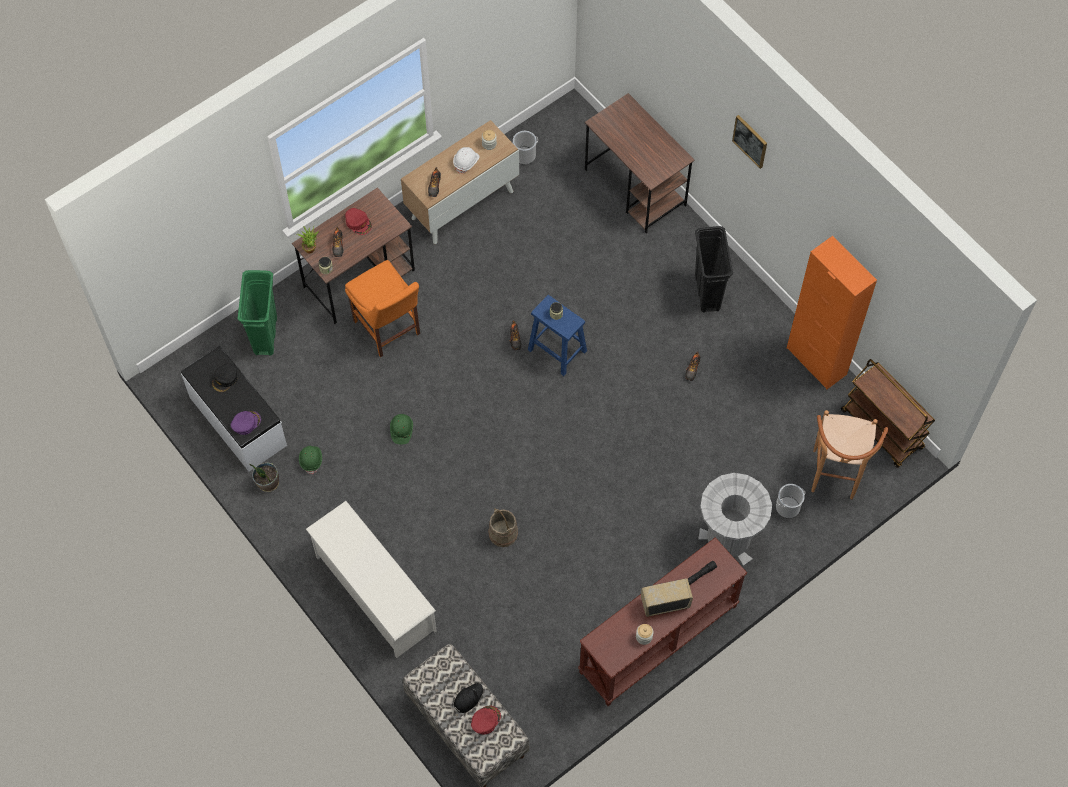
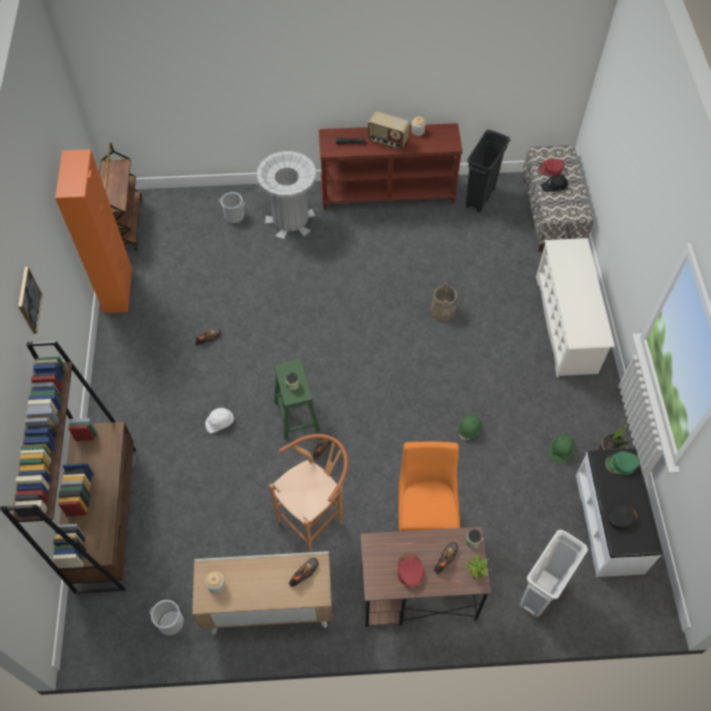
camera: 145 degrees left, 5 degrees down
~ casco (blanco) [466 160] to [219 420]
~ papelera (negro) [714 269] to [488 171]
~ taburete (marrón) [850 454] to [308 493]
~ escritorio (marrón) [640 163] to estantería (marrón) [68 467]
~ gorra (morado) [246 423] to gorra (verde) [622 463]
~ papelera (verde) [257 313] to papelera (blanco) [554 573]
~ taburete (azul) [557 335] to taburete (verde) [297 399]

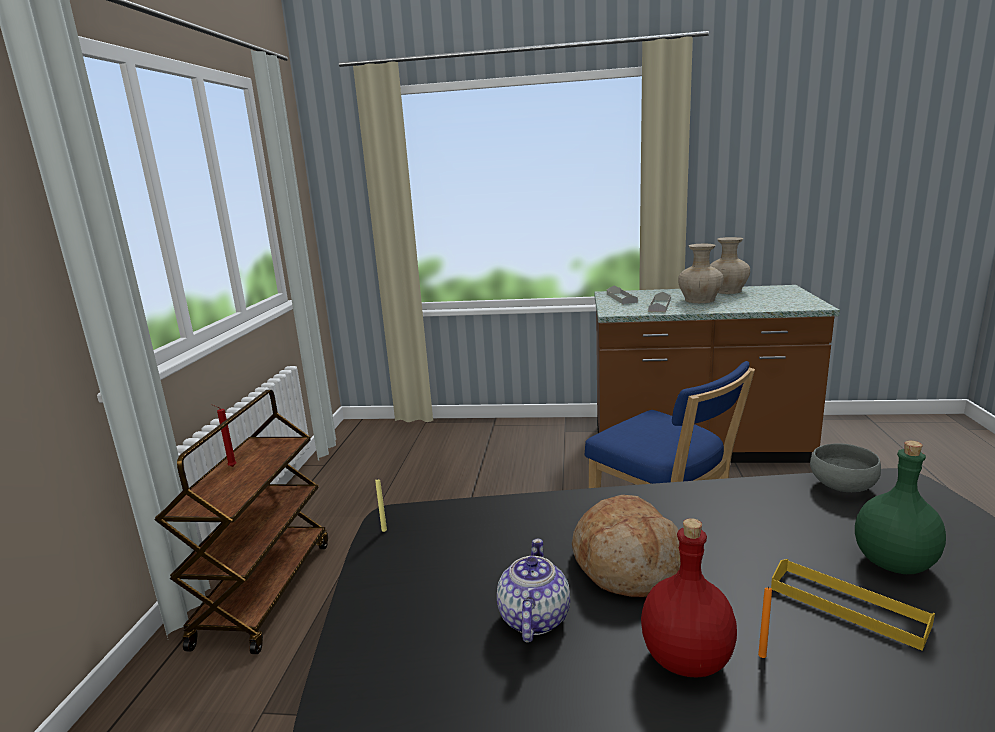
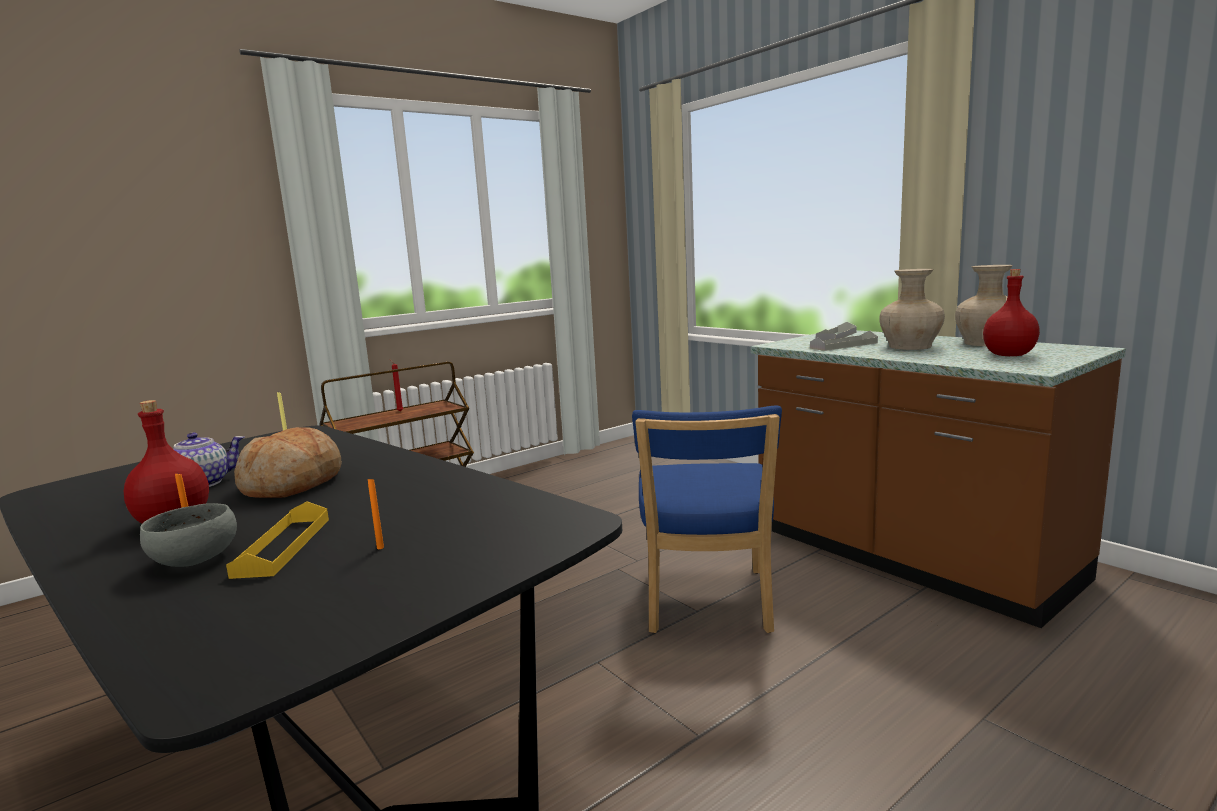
camera: 45 degrees right, 5 degrees down
+ botella (rojo) [1011 312]
~ cuenco (gris) [845 467] to [188 535]
~ botella (verde) [900 507] to vela (naranja) [376 513]

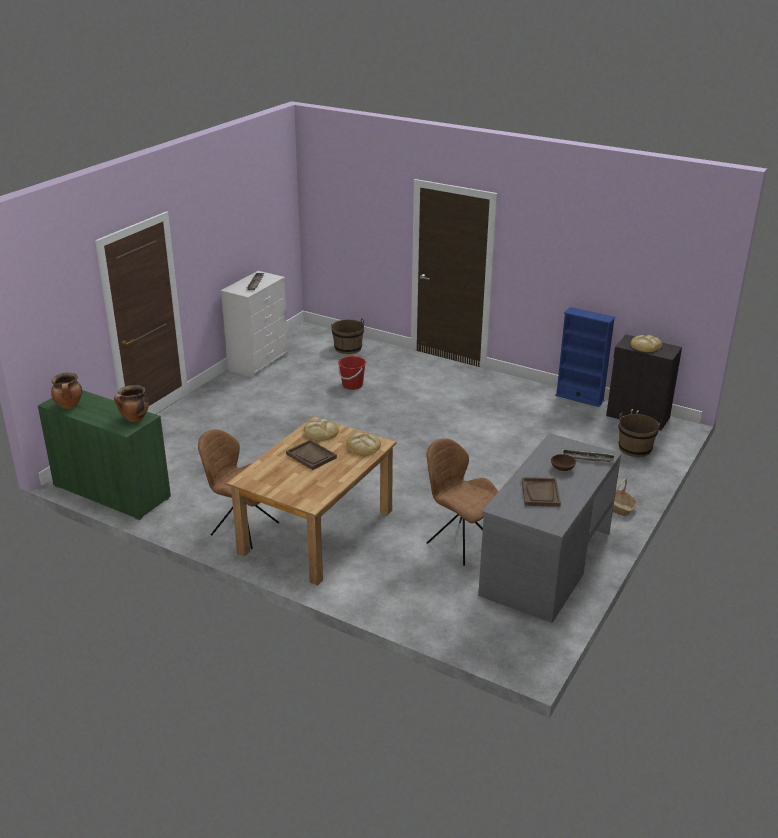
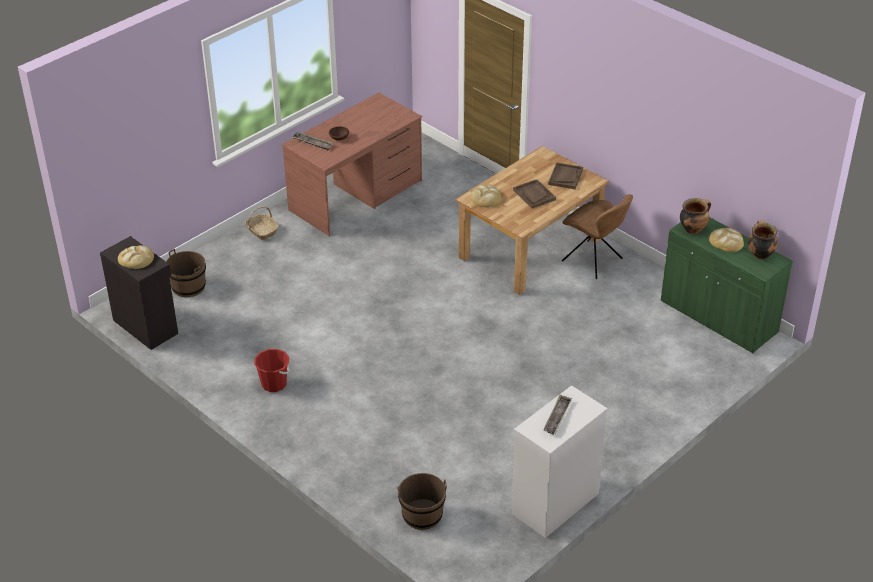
camera: 165 degrees left, 10 degrees up
- silla (marrón) [462 502]
- estantería (azul) [585 357]
~ pan [321 430] to [726 240]
~ cubo (rojo) [352 373] to [272 370]
~ bandeja (marrón) [541 492] to [565 176]
~ escritorio (gris) [550 528] to escritorio (marrón) [352 164]

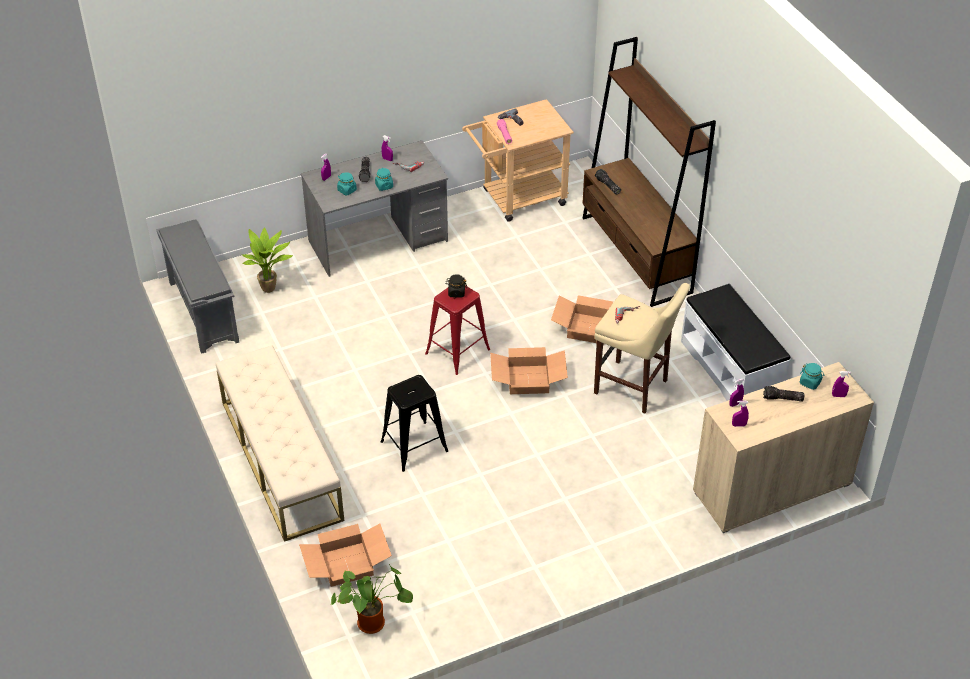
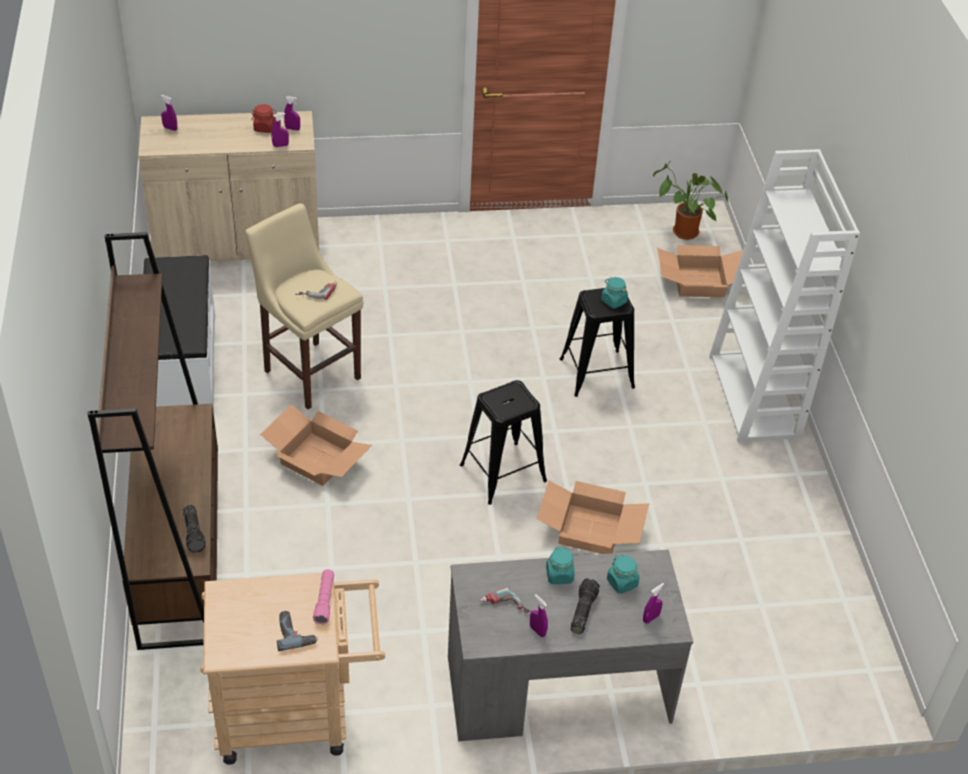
camera: 165 degrees left, 0 degrees up
- zapatero (gris) [197 286]
- planta en maceta [267 260]
- tarro (negro) [456 286]
- linterna [783 394]
+ tarro (rojo) [264 118]
~ caja de cartón [529 370] to [593 517]
~ tarro (turquesa) [812 376] to [614 292]
~ banco (beis) [280 443] to estantería (blanco) [784 295]
~ taburete (rojo) [457 330] to taburete (negro) [503 442]

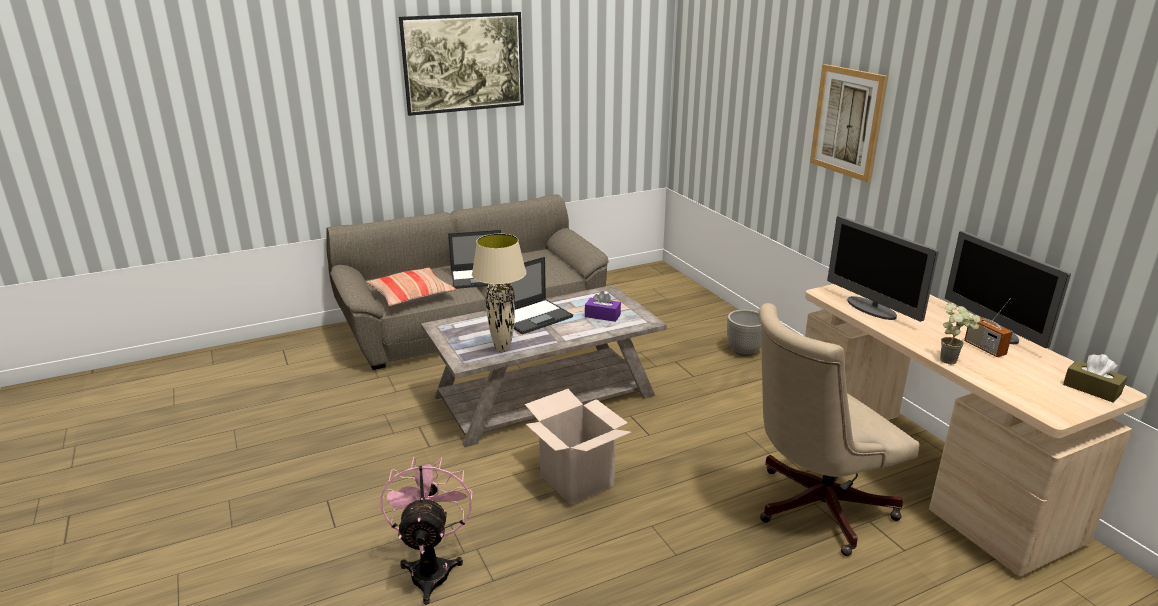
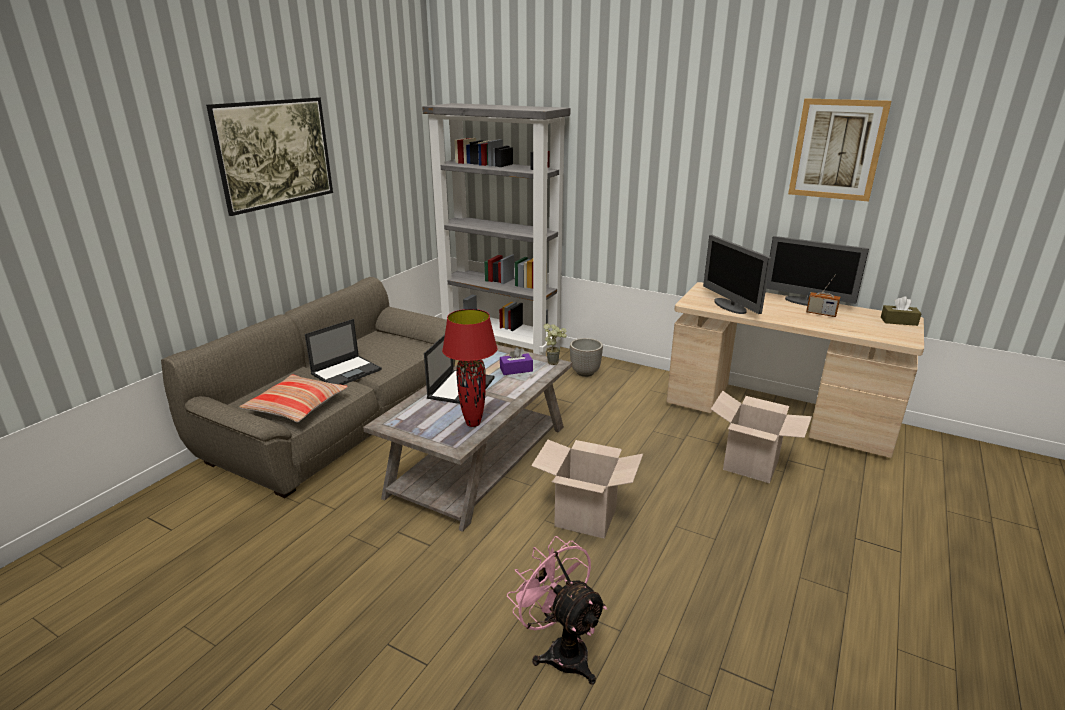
camera: 35 degrees left, 0 degrees up
+ estantería (gris) [496 229]
~ cuadro [849 123] to [839 149]
~ planta en maceta [960 333] to [555 344]
~ silla de oficina (beis) [838 429] to caja de cartón [761 437]
~ lámpara de mesa (beis) [499 293] to lámpara de mesa (rojo) [469 368]
~ monitor [883 269] = [737 274] 45 degrees clockwise

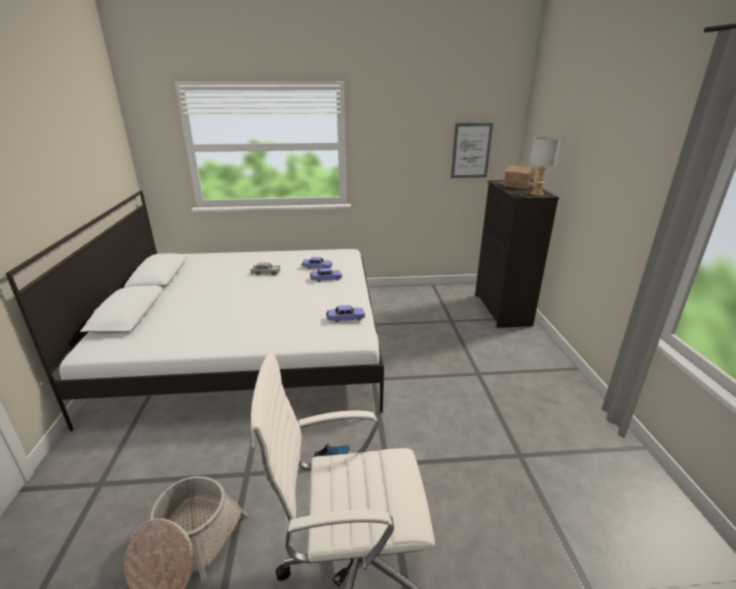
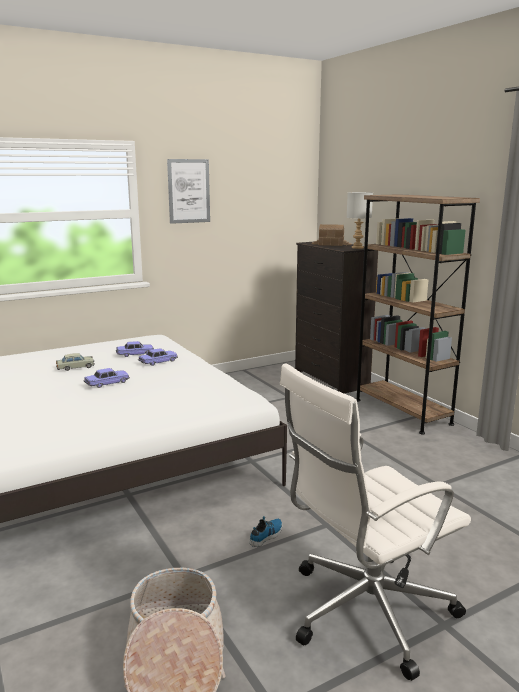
camera: 25 degrees left, 10 degrees down
+ estantería (marrón) [418 314]
~ coche de juguete [345 314] to [107 378]
~ cuadro [472 150] to [188 191]

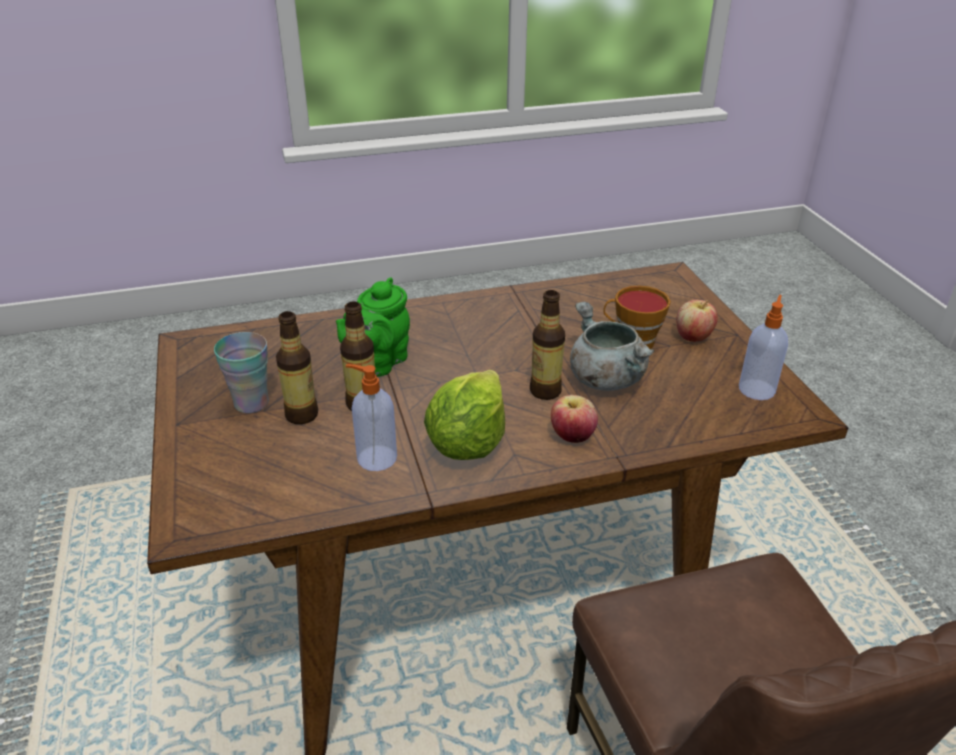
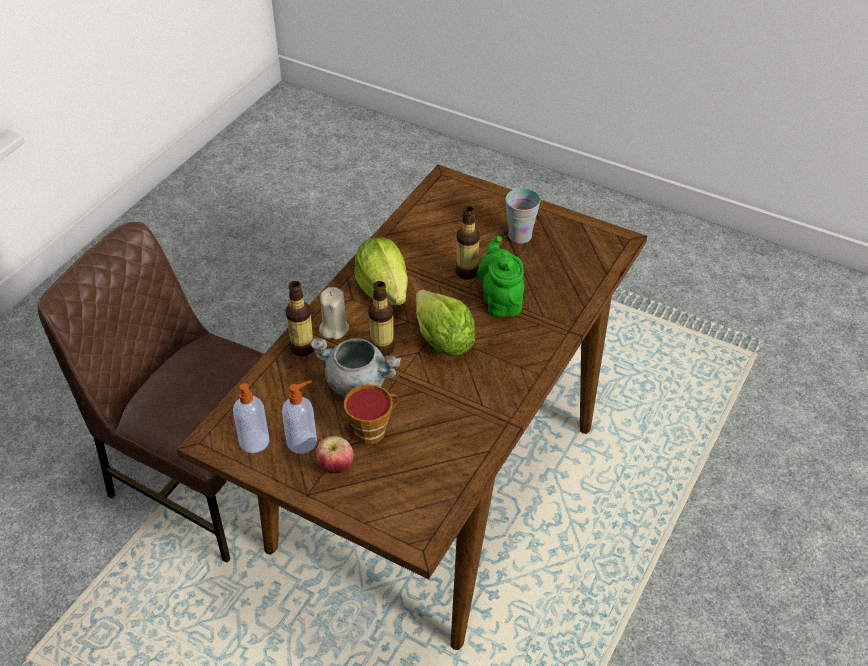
camera: 135 degrees right, 10 degrees up
+ lechuga [445 322]
~ botella [297 367] to [300 318]
~ dispensador de jabón [371 417] to [299 417]
~ manzana [574 419] to vela (beis) [334 313]

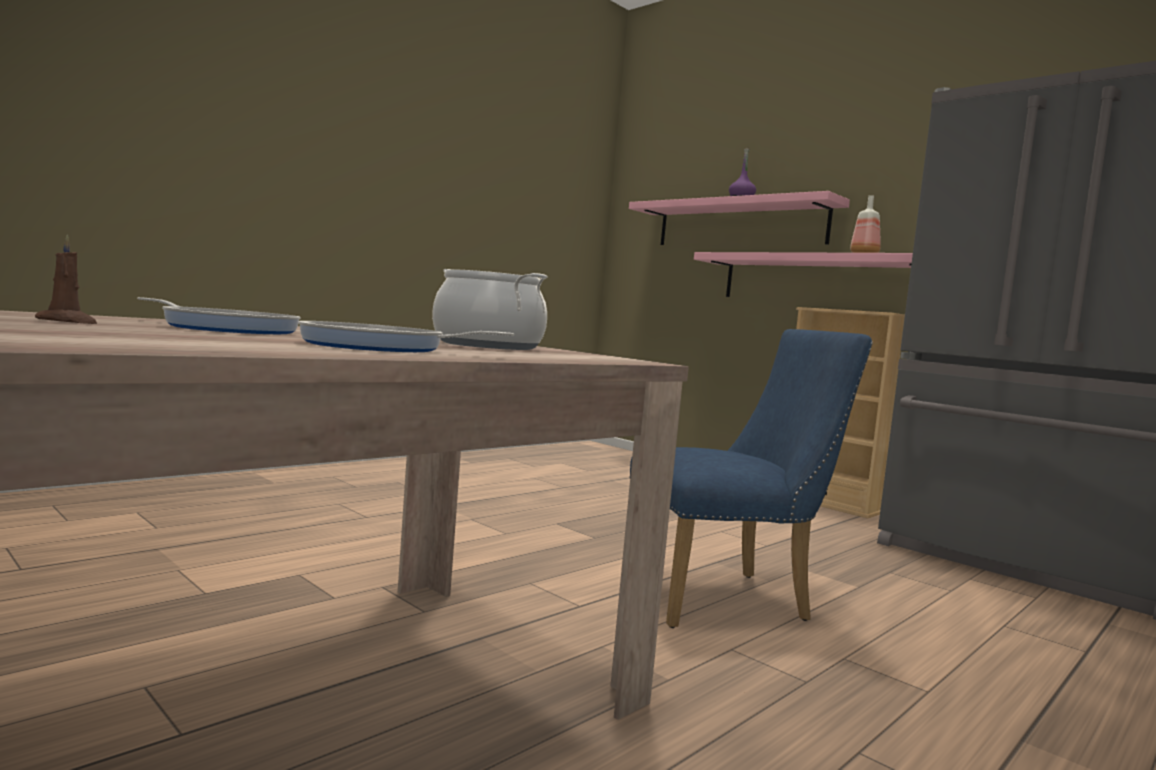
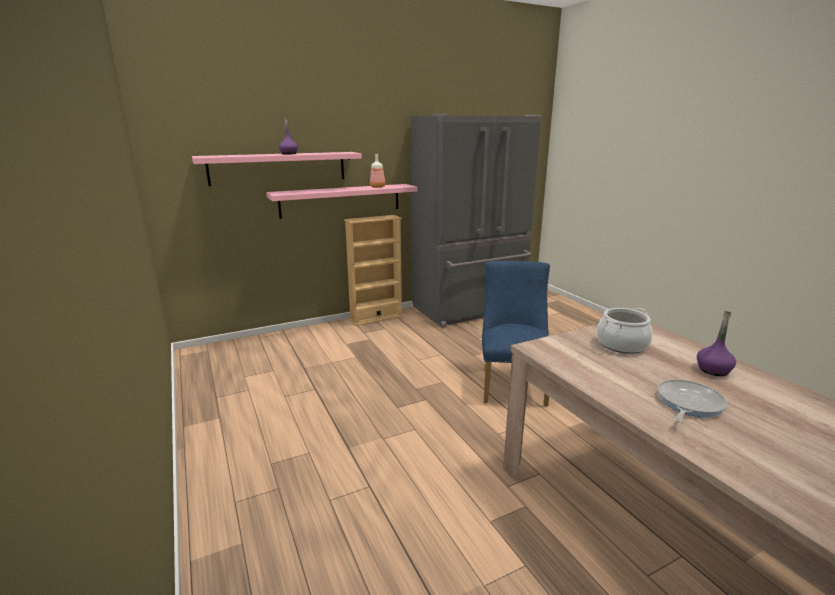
camera: 70 degrees left, 15 degrees up
- vela (marrón) [66 279]
~ sartén [406 336] to botella (morado) [716 343]

